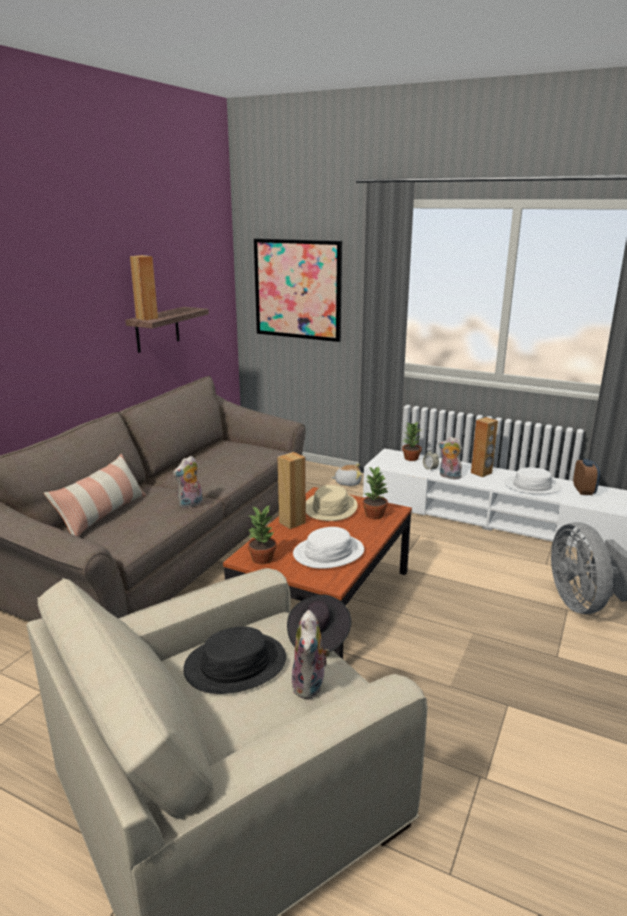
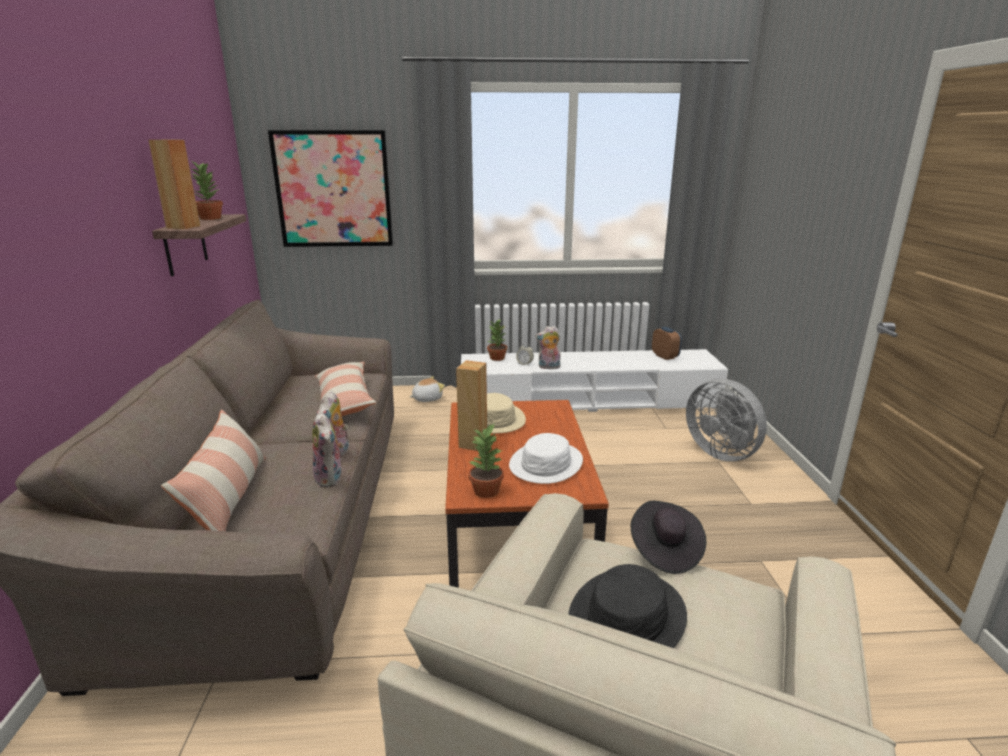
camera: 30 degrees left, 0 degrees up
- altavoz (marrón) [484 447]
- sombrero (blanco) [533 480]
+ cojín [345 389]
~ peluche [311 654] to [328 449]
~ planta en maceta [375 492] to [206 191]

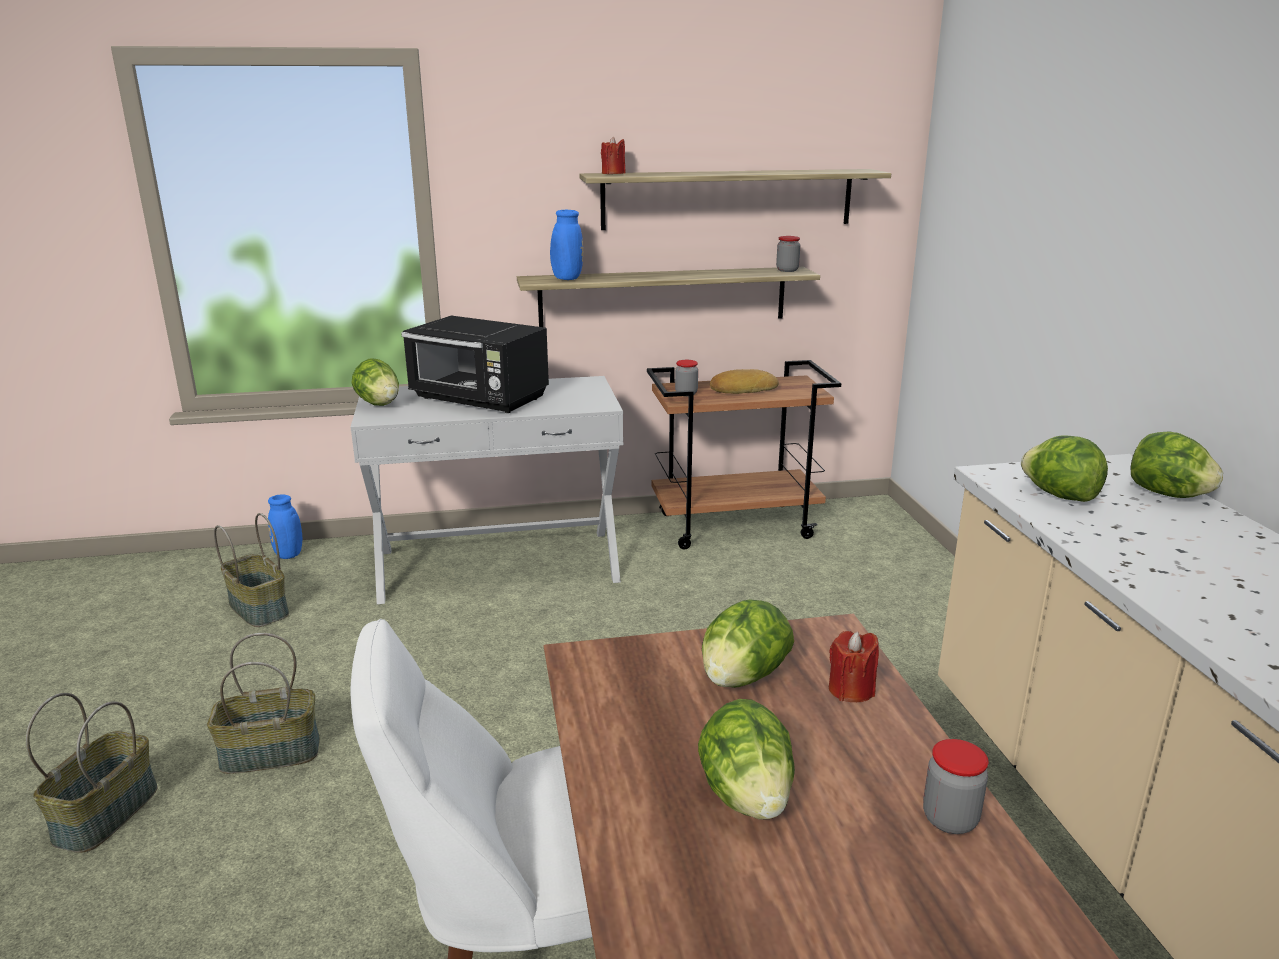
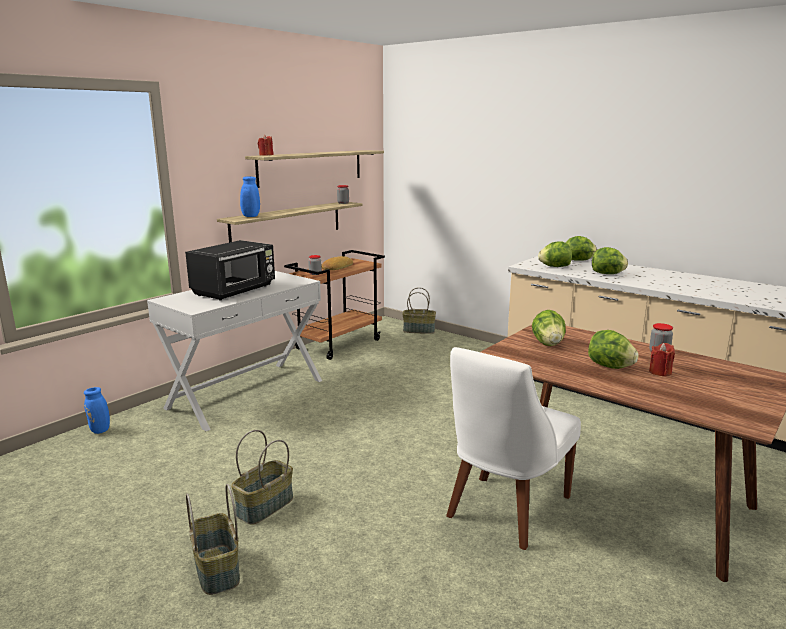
camera: 40 degrees left, 5 degrees down
~ cesta [251 570] to [419 310]
~ lechuga [375 382] to [610 260]
~ vela (rojo) [854 666] to [662 360]
~ microondas (negro) [475 364] = [230 270] 45 degrees counterclockwise

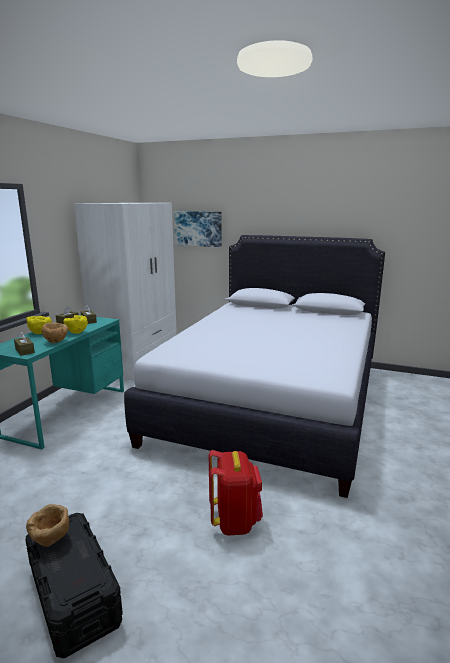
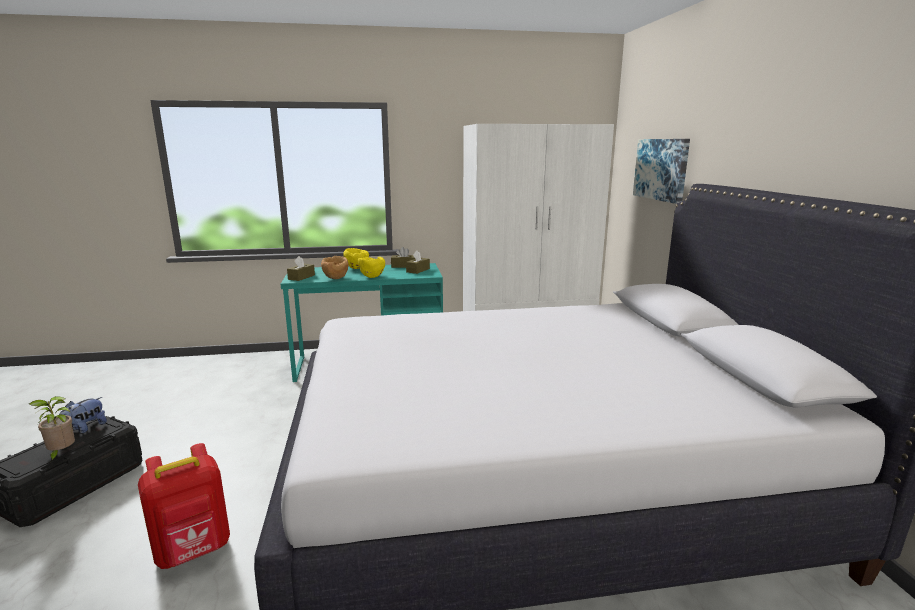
camera: 60 degrees right, 0 degrees up
+ planta en maceta [52 429]
~ cuenco (marrón) [47 525] to peluche [83 415]

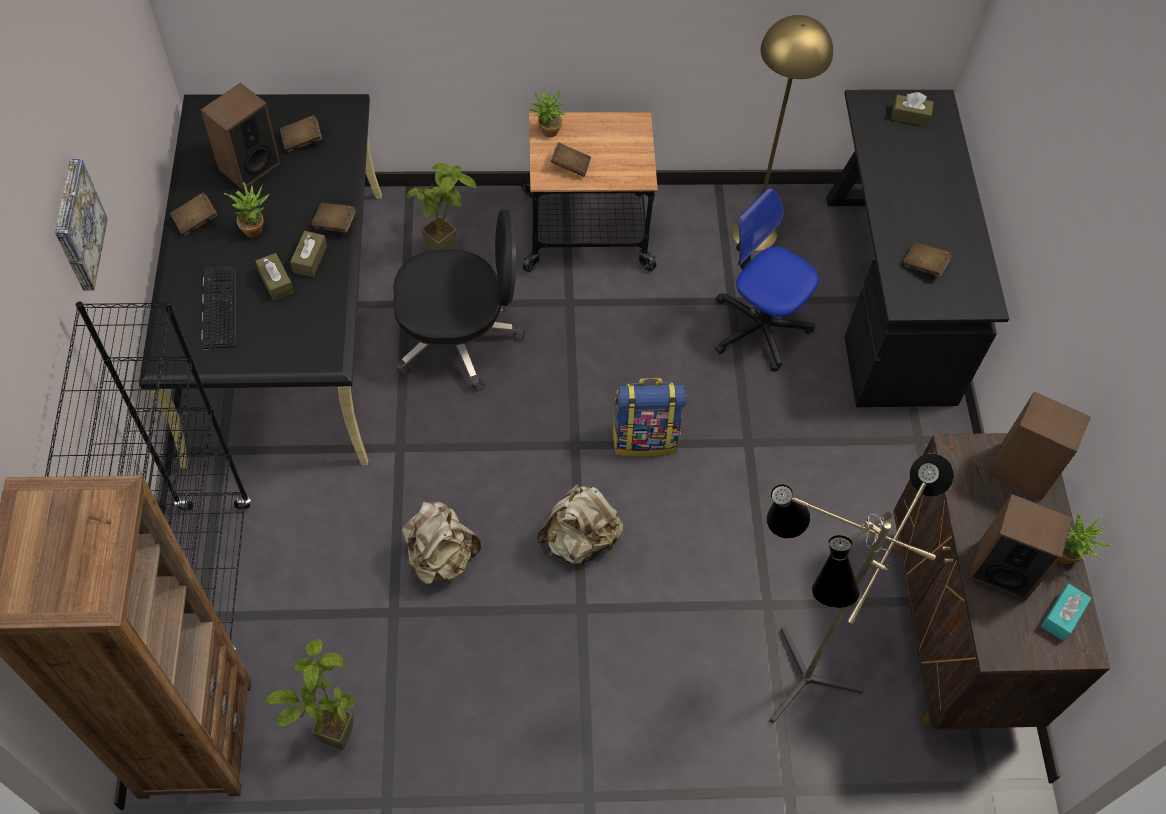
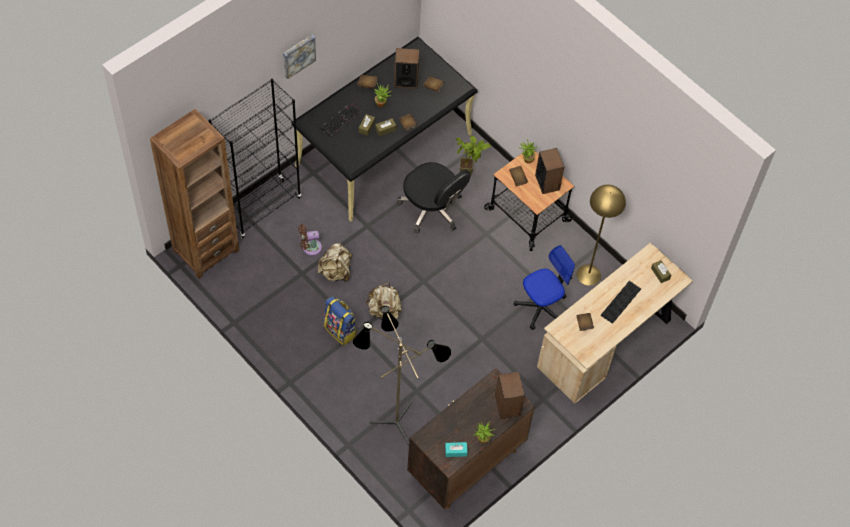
camera: 50 degrees right, 0 degrees up
- planta en maceta [309 694]
+ ventilador (marrón) [310 240]
+ teclado [621 302]
~ mochila [649 417] to [340 321]
~ altavoz [1020 547] to [549 171]
~ escritorio (negro) [917 248] to escritorio (beis) [615 323]
~ silla de oficina [767 280] = [544 287] 60 degrees clockwise

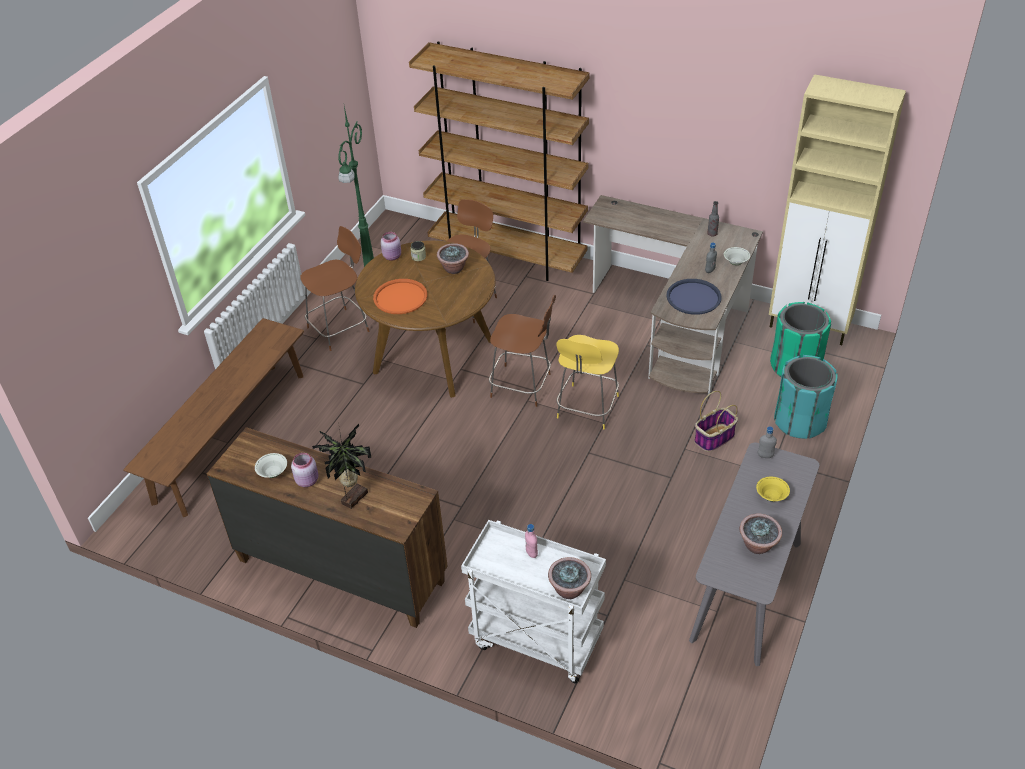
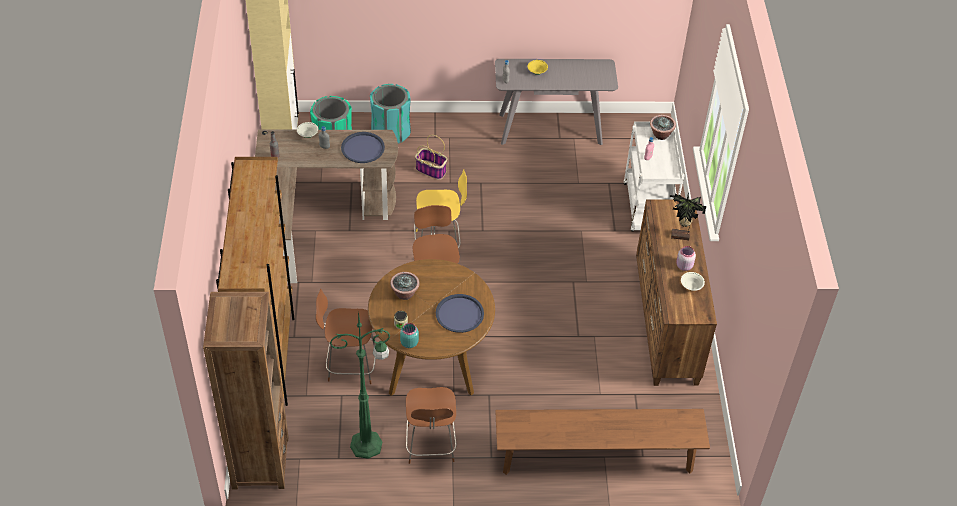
camera: 120 degrees left, 5 degrees up
- planta en maceta [761 533]
+ estantería (marrón) [245 390]
~ bandeja (naranja) [400 296] to bandeja (azul) [460 313]
~ tarro (rosa) [391 246] to tarro (turquesa) [409 335]
~ silla (marrón) [334 288] = [431 425] 120 degrees counterclockwise

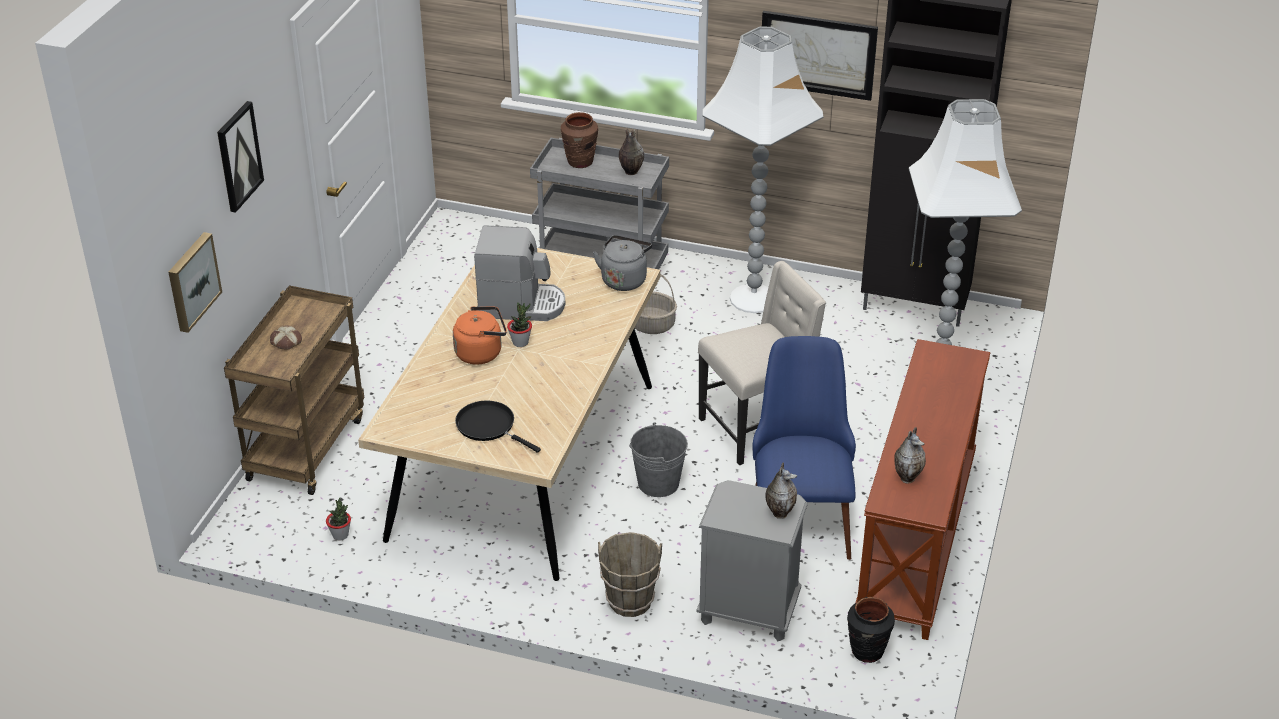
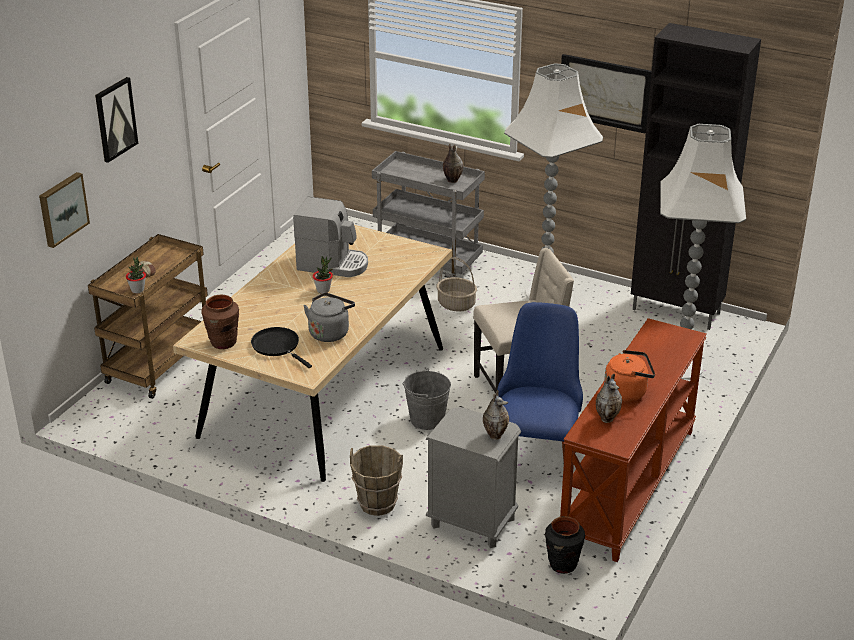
camera: 10 degrees right, 5 degrees down
~ planta en maceta [338 519] to [136 275]
~ hervidor (naranja) [480 335] to [629 376]
~ florero (marrón) [579 140] to [220 322]
~ hervidor (gris) [622 263] to [329 317]

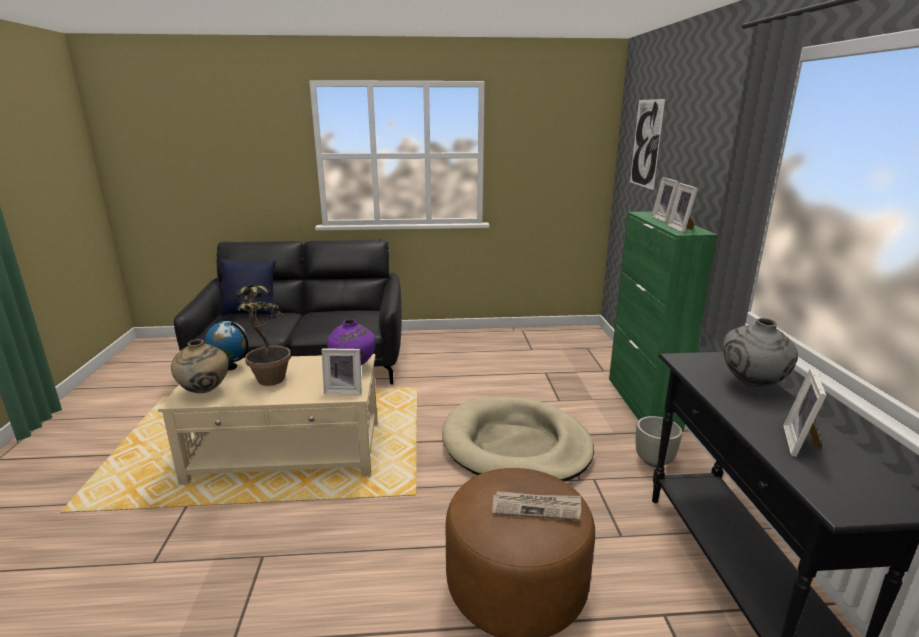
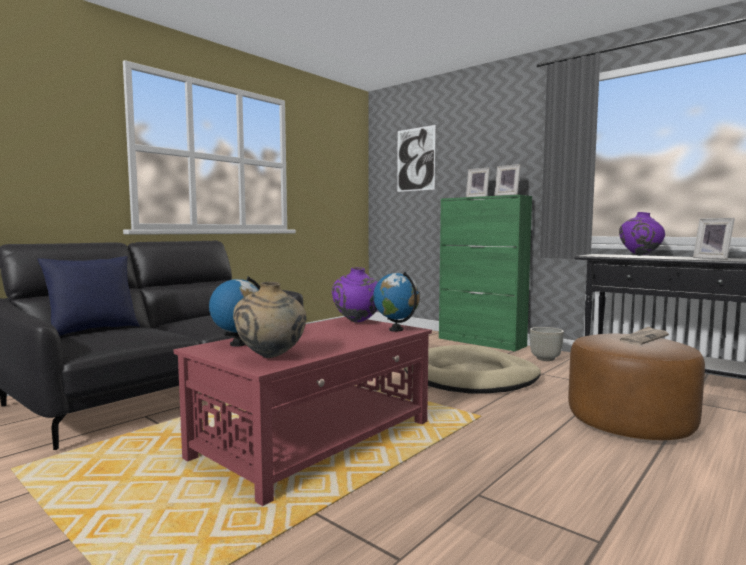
camera: 45 degrees left, 15 degrees down
- planta en maceta [263 335]
~ portarretratos [341 371] to globo terráqueo [396 301]
~ mesa de centro (beis) [267 419] to mesa de centro (rojo) [303 411]
~ florero (gris) [760 352] to florero (morado) [642 234]

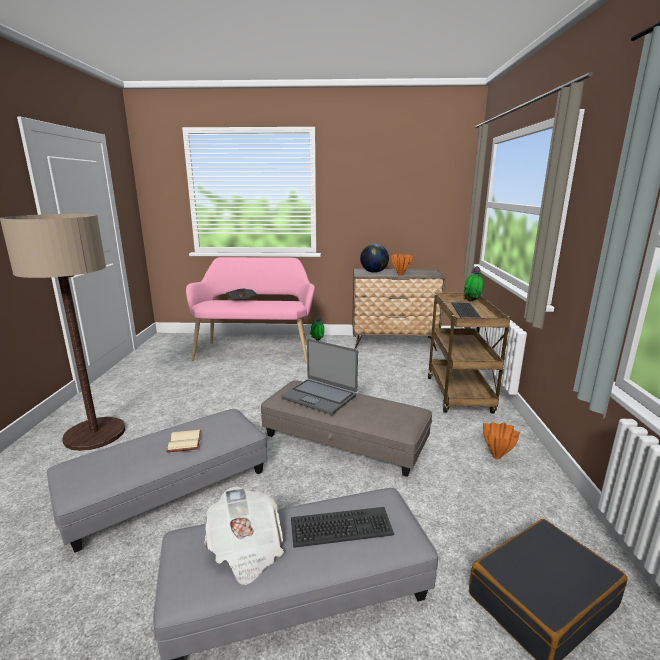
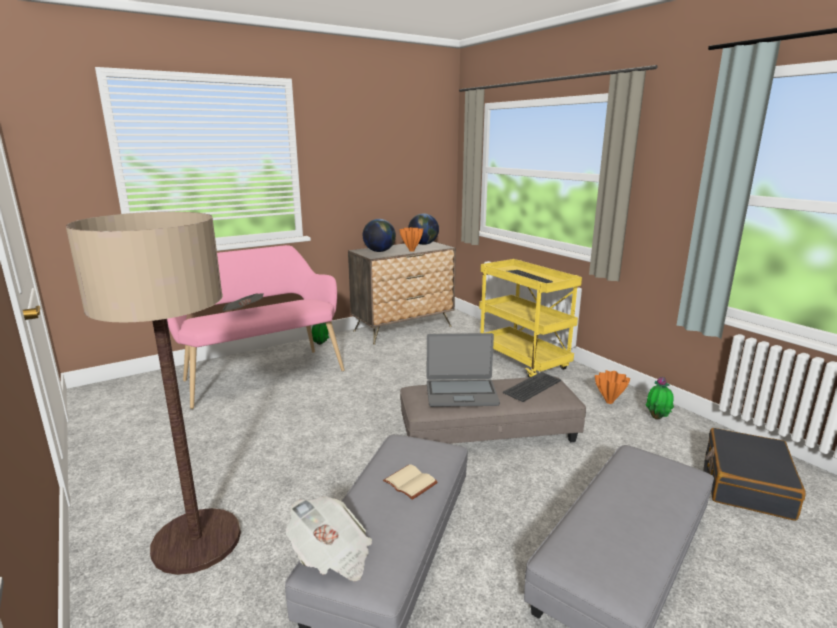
camera: 35 degrees left, 0 degrees up
+ globo terráqueo [423 229]
~ periódico [244 535] to [329 539]
~ teclado [342 527] to [532 387]
~ planta en maceta [474 284] to [660 398]
~ carrito (marrón) [469 353] to carrito (amarillo) [530 318]

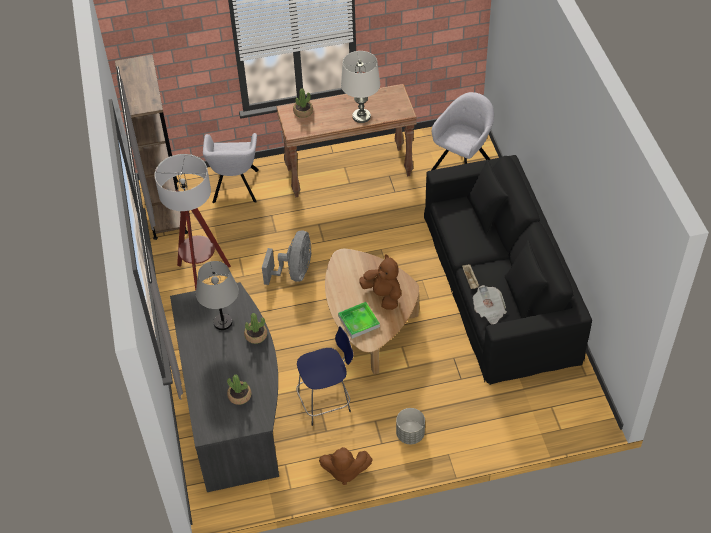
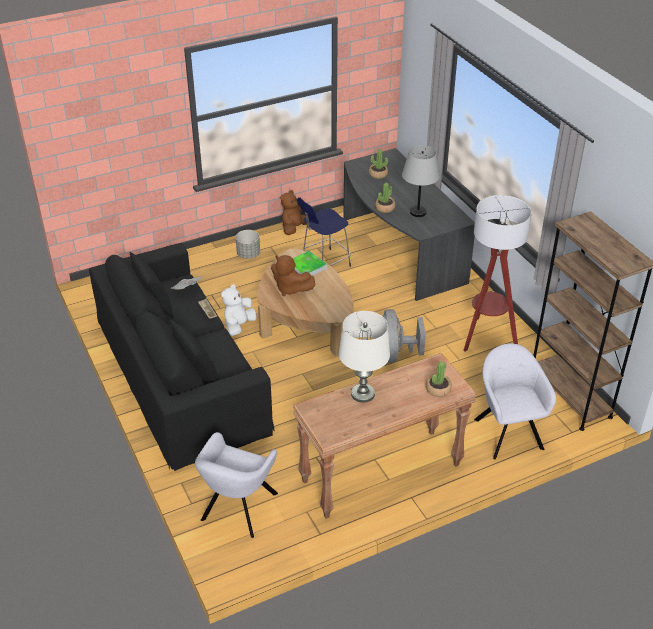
camera: 165 degrees right, 10 degrees down
+ peluche (blanco) [239 310]
~ peluche (marrón) [346 466] = [293 212] 45 degrees counterclockwise

